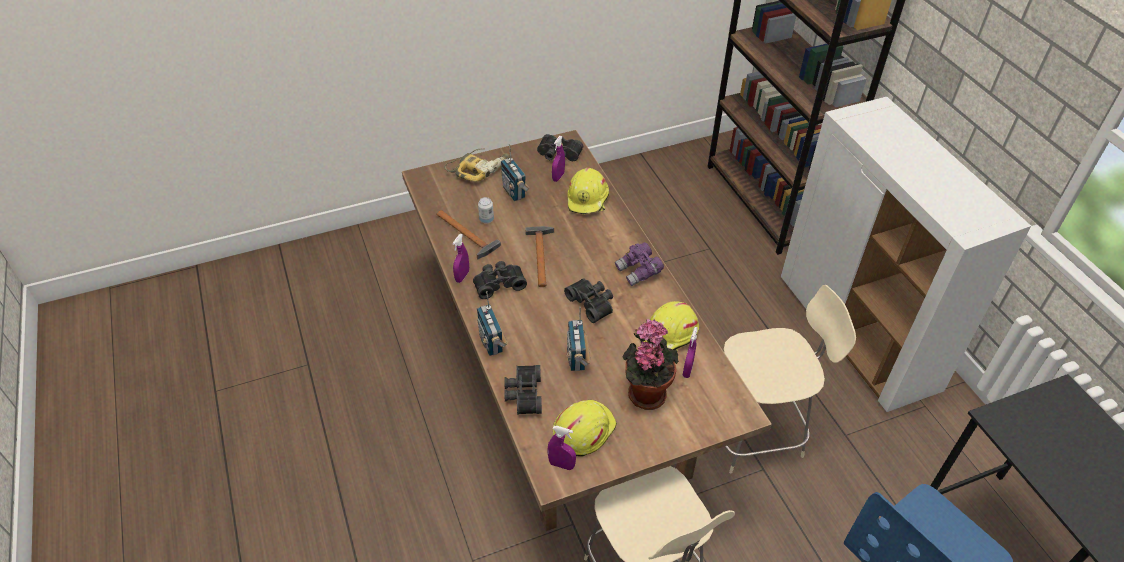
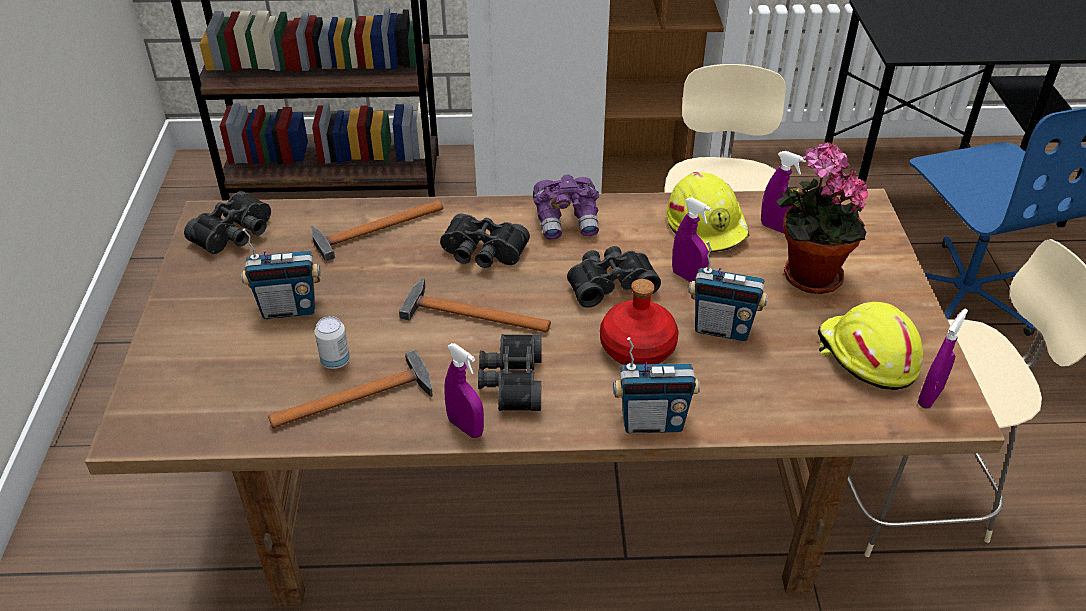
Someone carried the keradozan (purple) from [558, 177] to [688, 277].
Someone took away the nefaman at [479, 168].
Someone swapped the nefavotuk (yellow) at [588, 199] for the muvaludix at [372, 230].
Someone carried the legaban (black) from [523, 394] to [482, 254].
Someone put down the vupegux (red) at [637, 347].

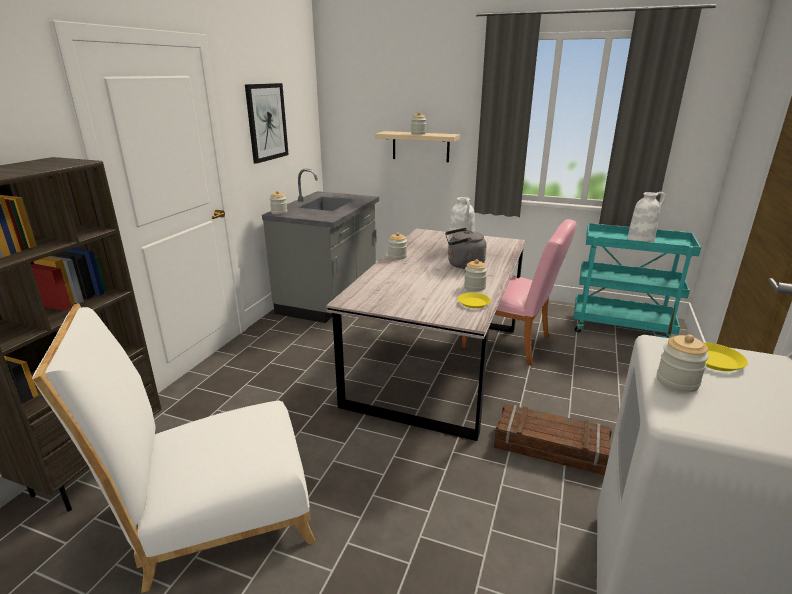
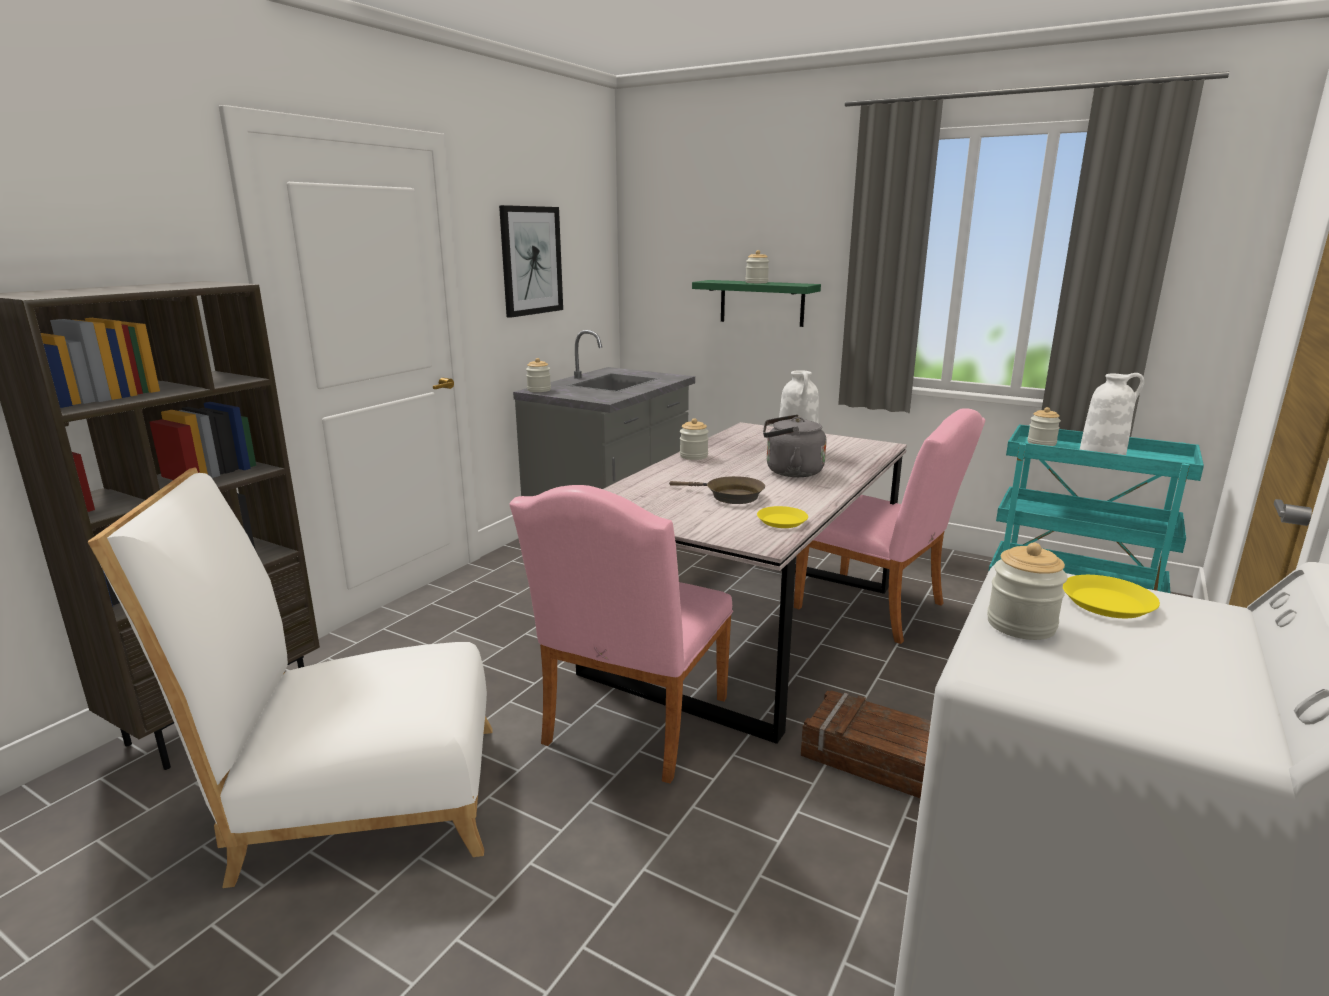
Someone repainted the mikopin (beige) at [420, 146], which became the mikopin (green) at [762, 303].
Someone carried the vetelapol from [474, 287] to [1041, 443].
Someone put down the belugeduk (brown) at [729, 496].
Someone put down the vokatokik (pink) at [631, 727].

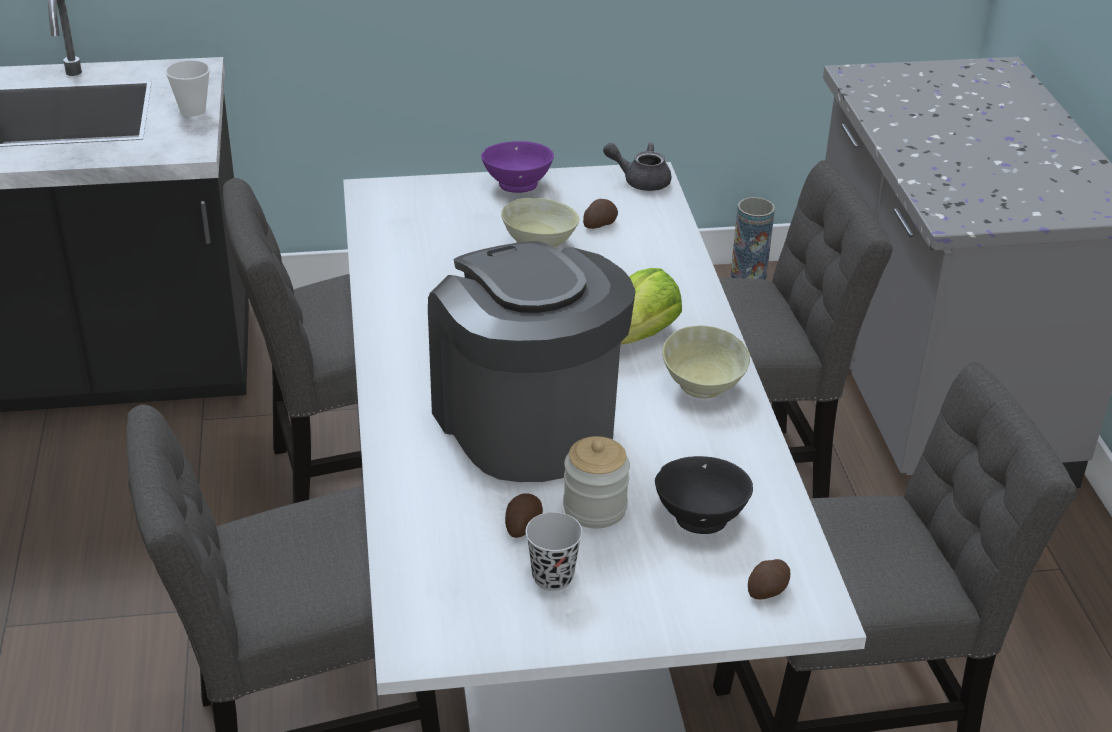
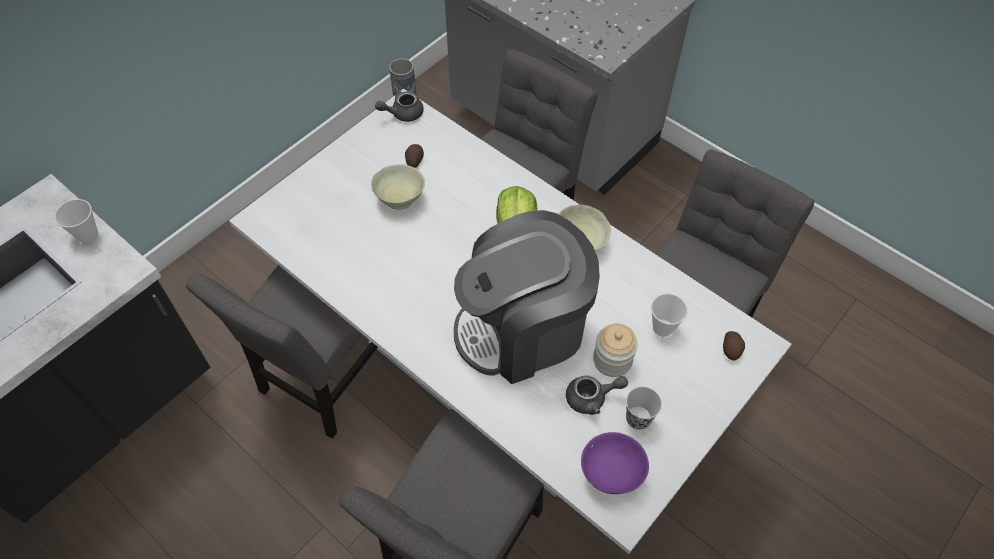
Someone carried the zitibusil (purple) from [518, 184] to [611, 472].
Someone rotated the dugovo at [525, 422] by 45 degrees counterclockwise.
Someone swapped the zitibusil (black) at [702, 517] for the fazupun at [663, 327].
Someone swapped the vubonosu at [522, 525] for the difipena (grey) at [592, 398].

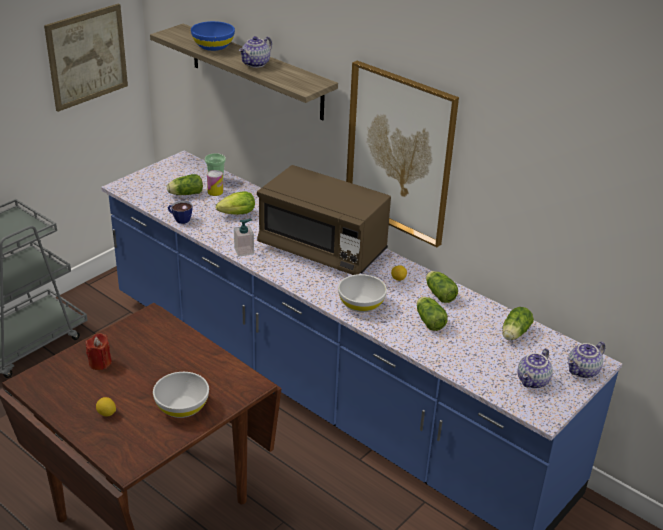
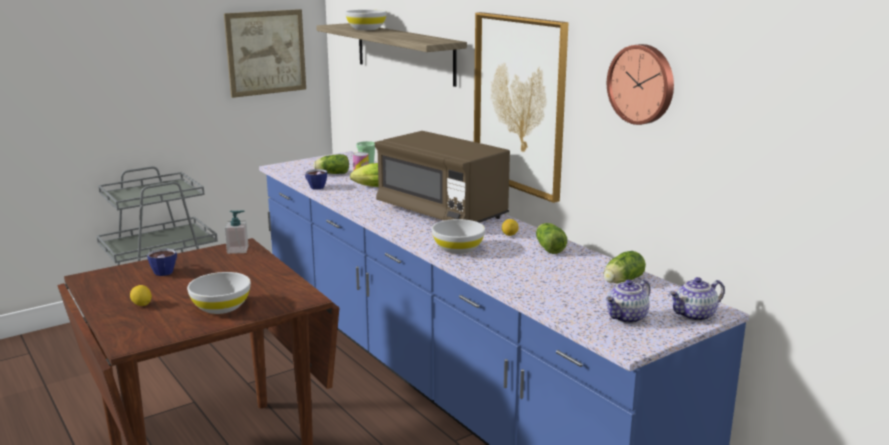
Someone repainted the zitibusil (blue) at [213, 46], which became the zitibusil (white) at [366, 29].
Someone took away the difipena at [256, 64].
Someone carried the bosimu from [244, 251] to [238, 250].
Someone took away the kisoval at [429, 320].
Someone swapped the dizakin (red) at [100, 363] for the fazupun at [166, 271].
Someone put up the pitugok at [642, 84].

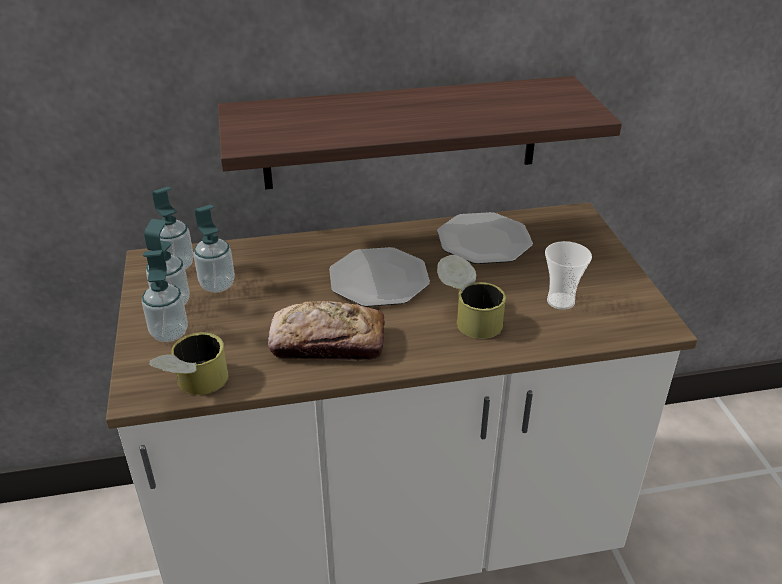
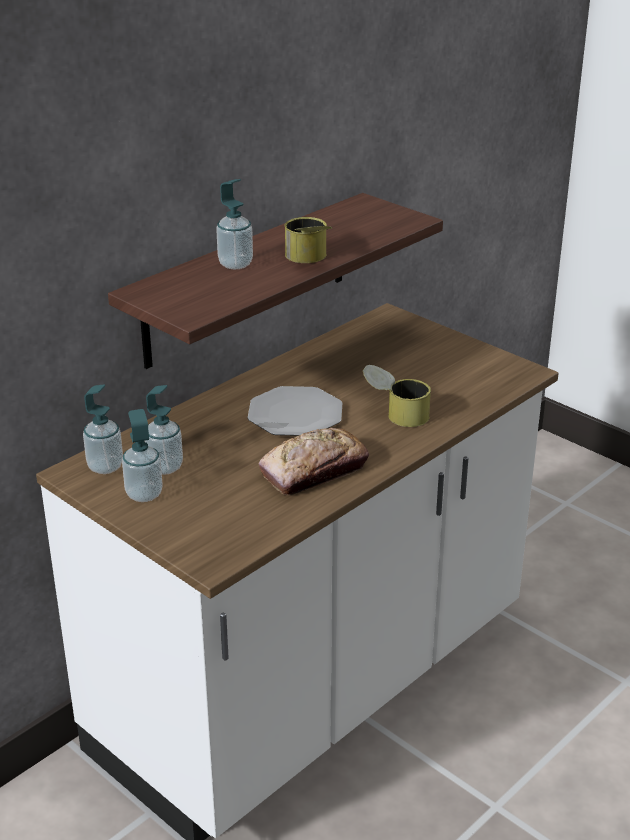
Someone took away the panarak at [484, 240].
Someone took away the fazupun at [560, 301].
Someone carried the bosimu from [169, 333] to [235, 264].
Someone carried the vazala from [194, 388] to [308, 260].

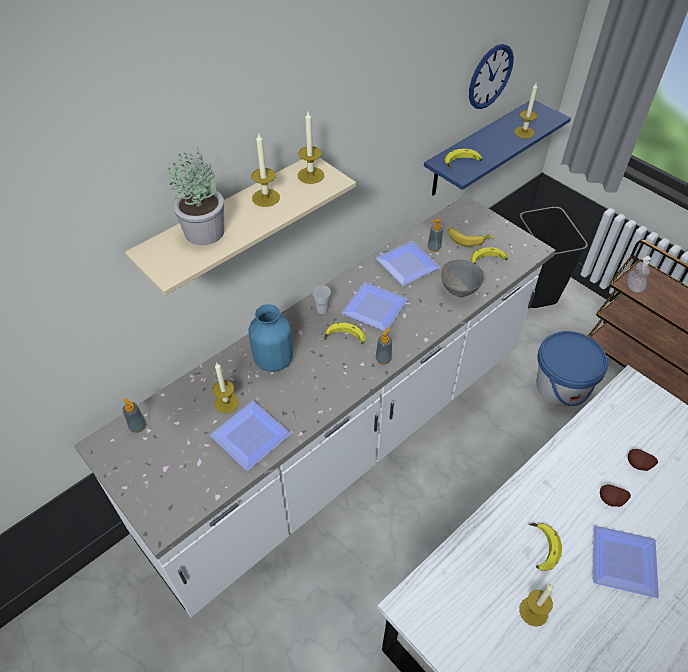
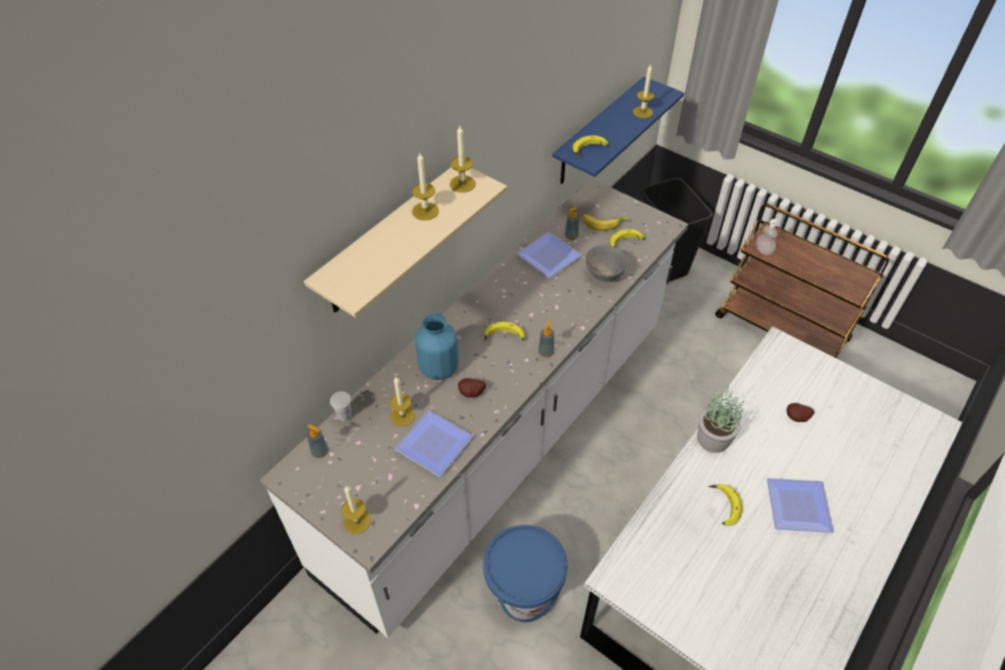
Someone took away the pitugok at [490, 76].
Someone carried the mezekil from [204, 231] to [712, 438].
Someone took away the panarak at [377, 308].
Someone carried the fazupun (white) from [322, 309] to [345, 416].
Someone carried the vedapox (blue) from [561, 386] to [524, 588].
Someone carried the vubonosu from [611, 501] to [471, 394].
Someone carried the dizakin from [533, 611] to [357, 521].

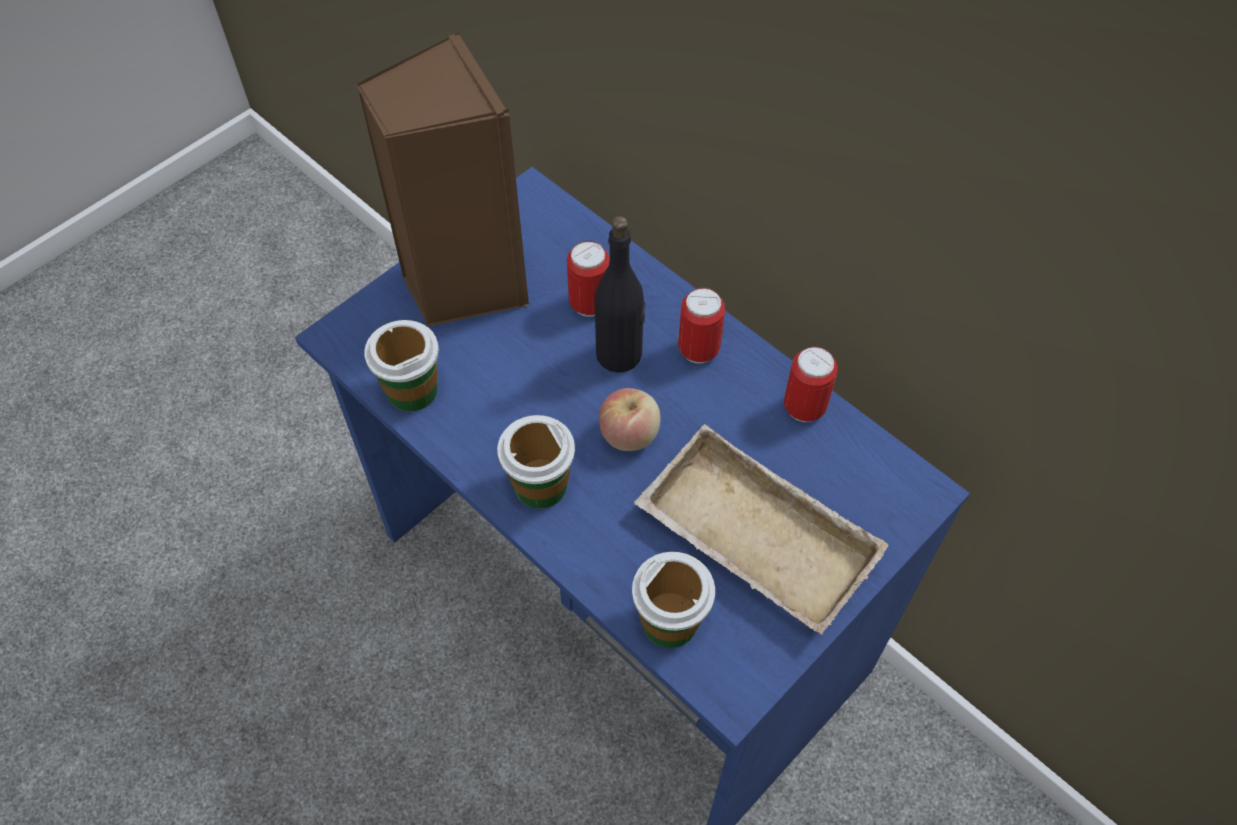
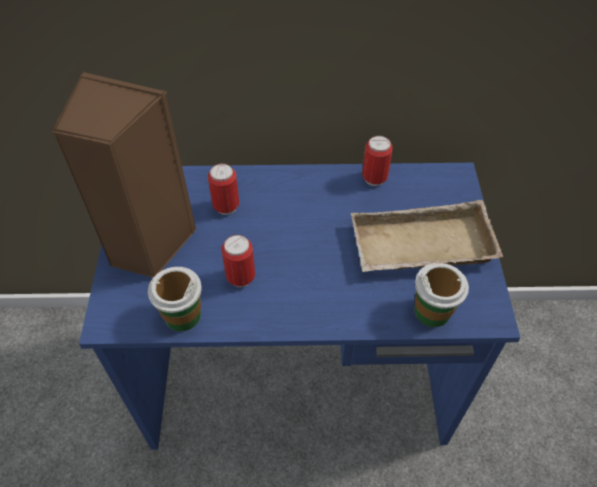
Someone took away the vupegux (black) at [619, 354].
Someone carried the vazala from [698, 350] to [241, 277].
Someone took away the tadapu at [629, 434].
Someone took away the fazupun at [540, 485].

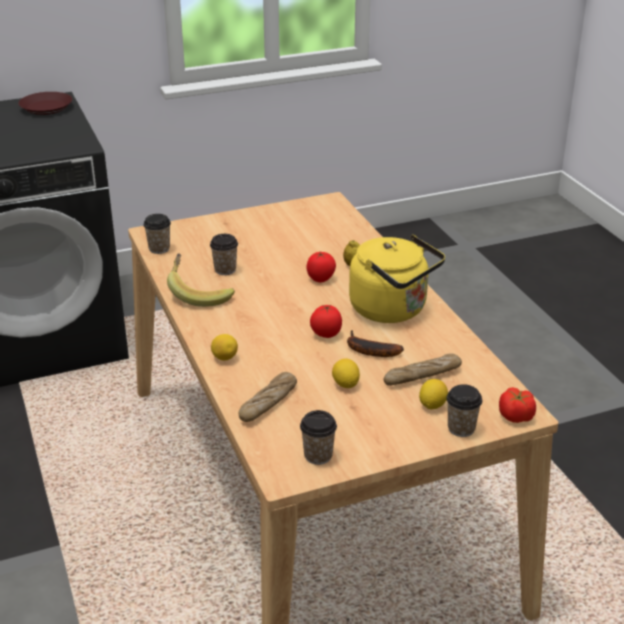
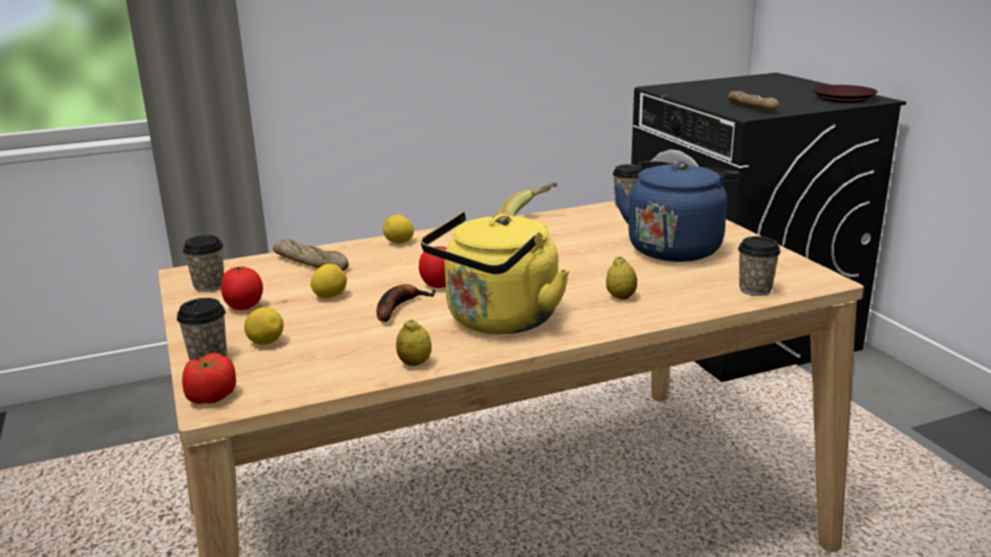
Someone carried the fazupun from [225, 270] to [755, 290].
Someone carried the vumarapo from [321, 279] to [244, 307].
Someone carried the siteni from [422, 376] to [752, 108].
Someone put down the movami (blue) at [676, 248].
Someone put down the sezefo at [415, 363].

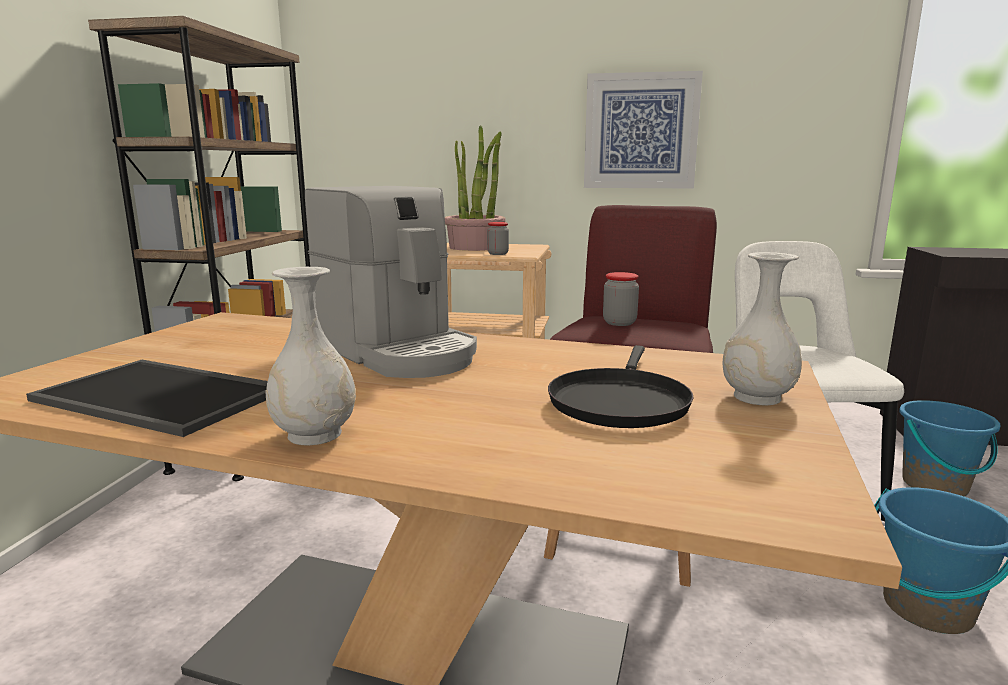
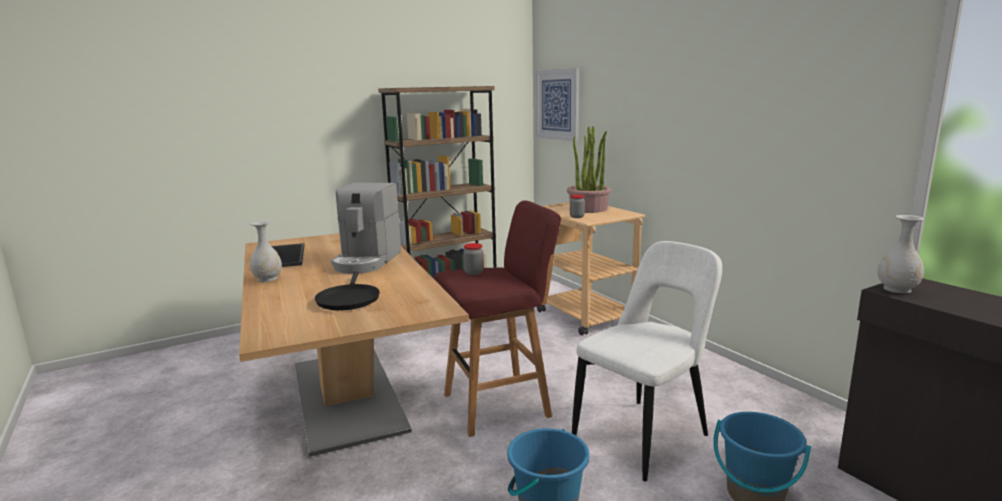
Someone carried the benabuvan from [640, 131] to [557, 104].
Someone carried the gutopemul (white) from [757, 397] to [897, 289].
Someone rotated the belugeduk (black) at [619, 402] by 75 degrees counterclockwise.

